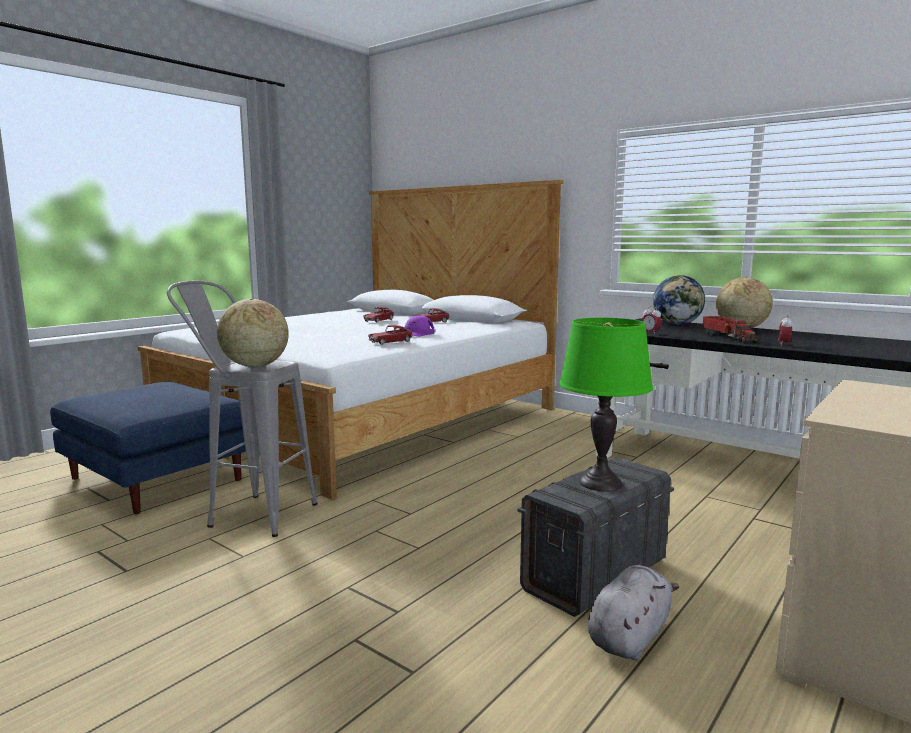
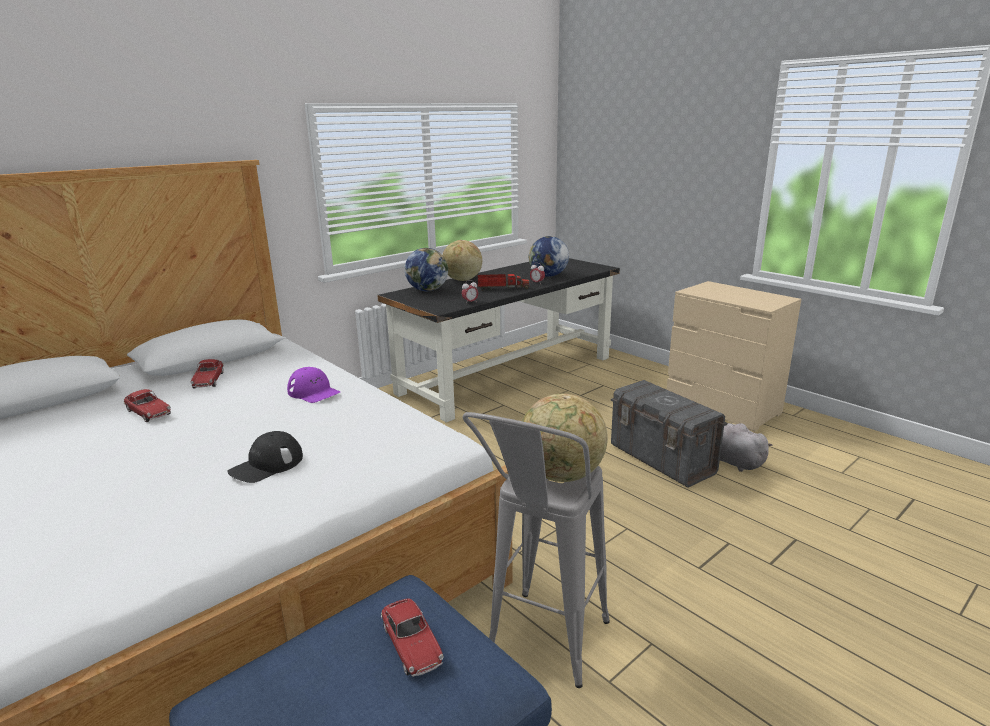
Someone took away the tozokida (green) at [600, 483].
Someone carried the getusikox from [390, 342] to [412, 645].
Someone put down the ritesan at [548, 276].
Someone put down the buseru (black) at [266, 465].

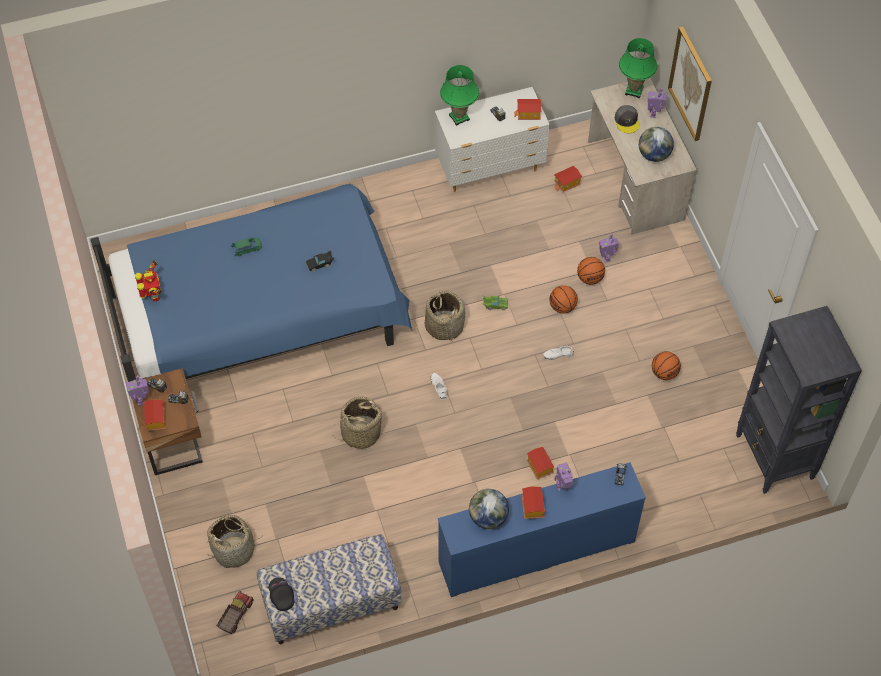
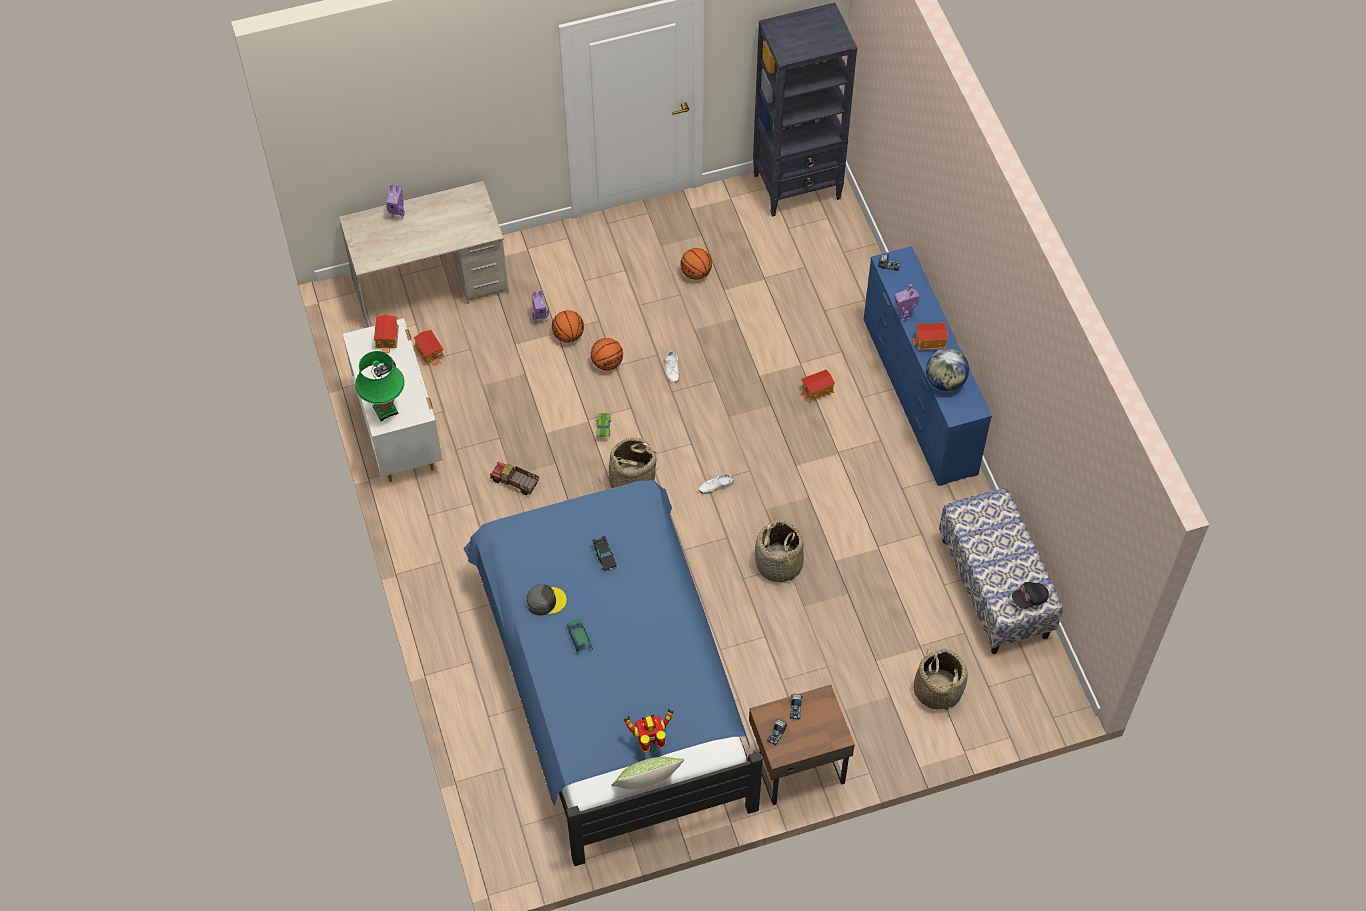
Someone took away the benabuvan at [691, 84].
Someone took away the tozokida (green) at [634, 91].
Someone carried the buseru (grey) from [627, 121] to [545, 601].
Someone took away the ritesan at [654, 155].
Someone took away the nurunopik at [141, 399].
Someone took away the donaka at [155, 420].
Someone carried the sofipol from [235, 616] to [515, 483].
Someone put down the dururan at [647, 784].

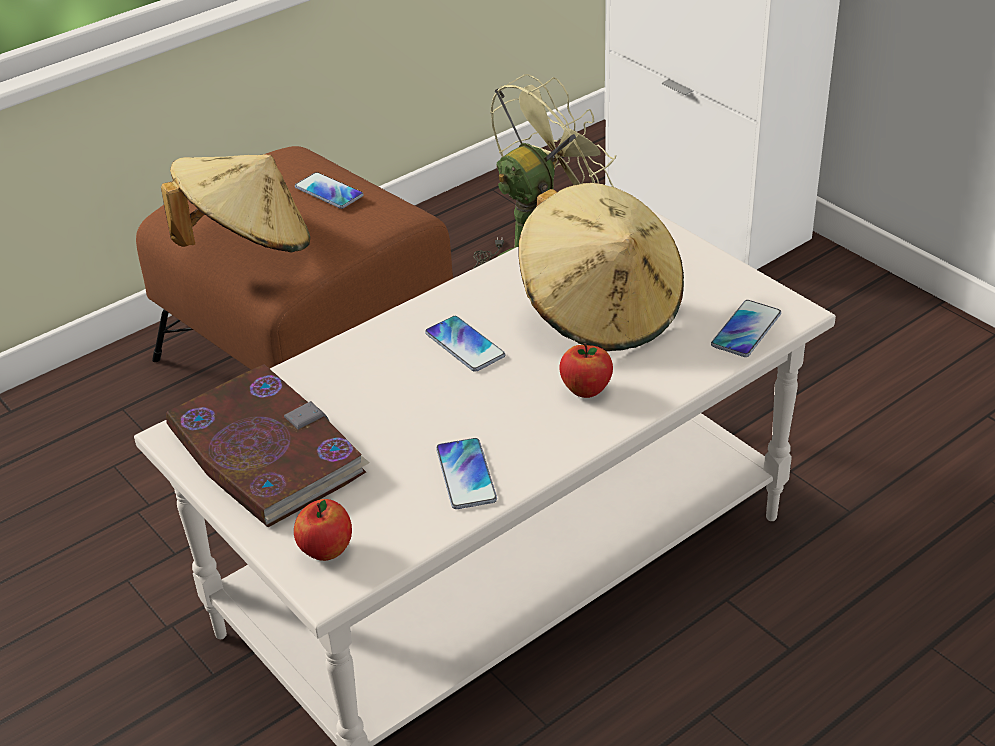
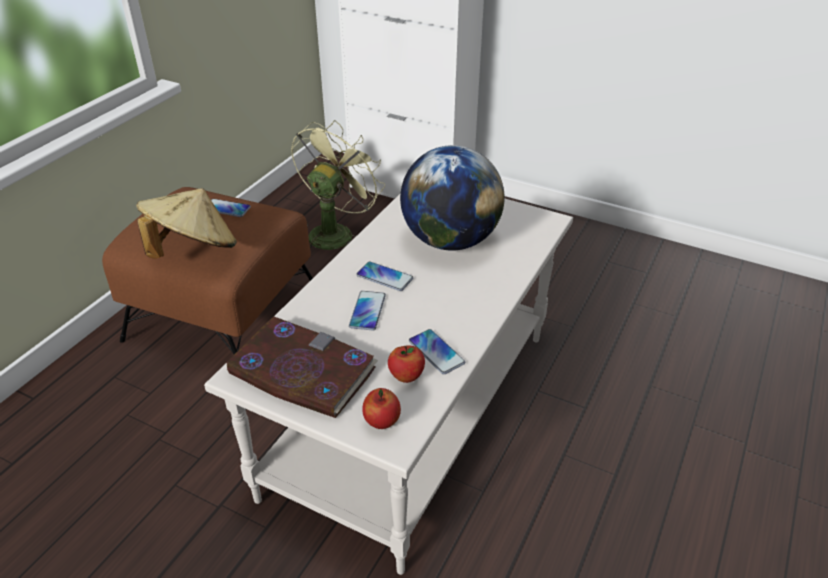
Someone swapped the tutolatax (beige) at [601, 311] for the ritesan at [450, 241].
Someone carried the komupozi from [746, 330] to [367, 311].
Someone carried the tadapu from [586, 390] to [406, 376].

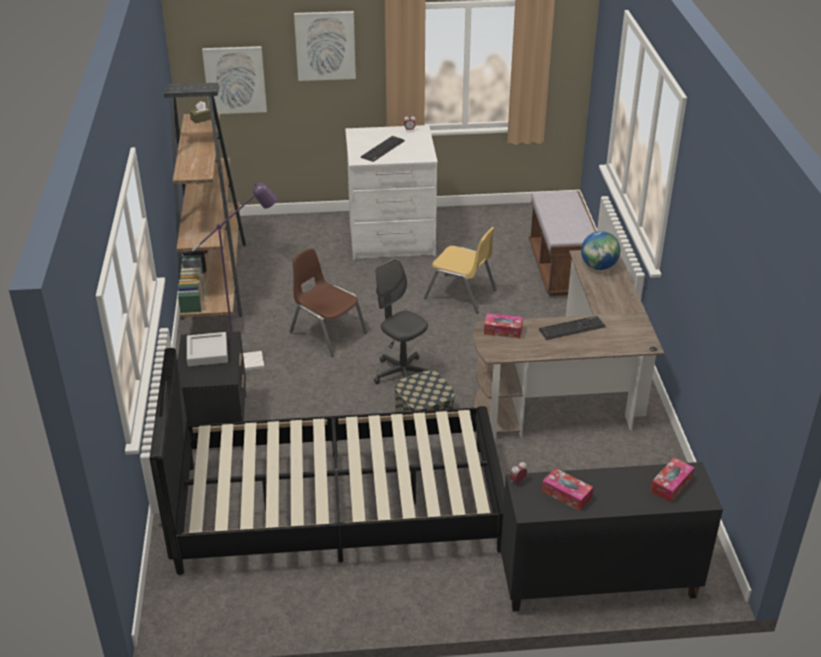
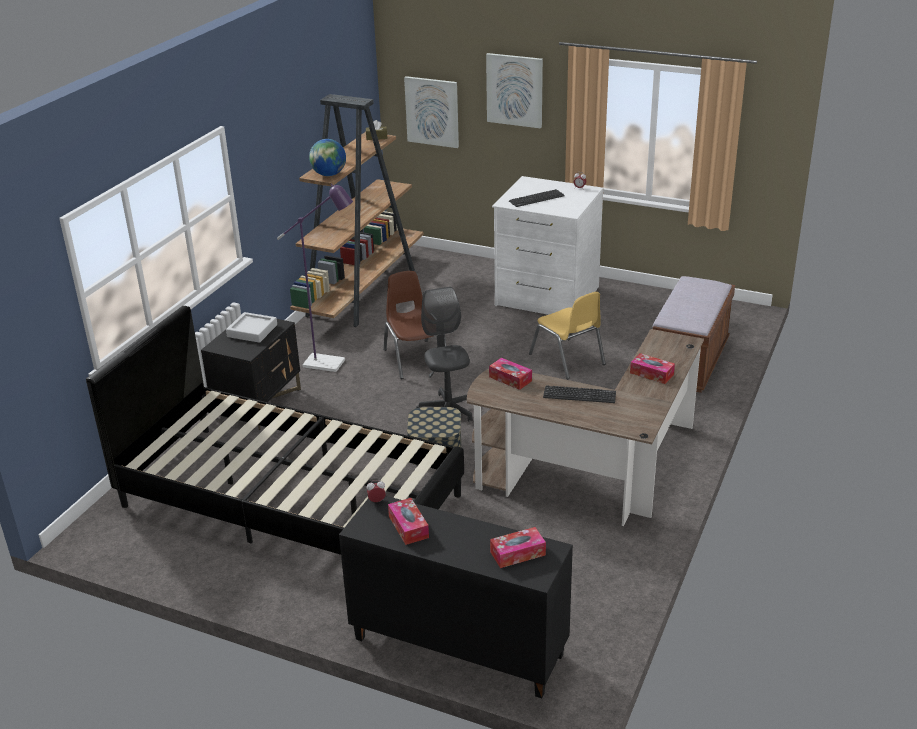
Someone carried the ritesan from [598, 266] to [329, 175].
Someone put down the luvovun at [651, 374].

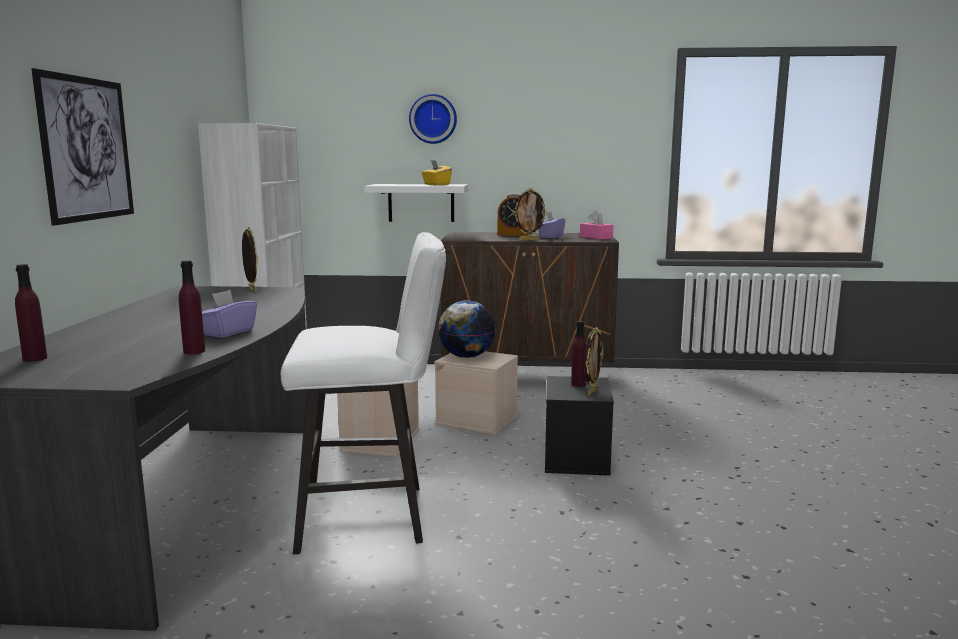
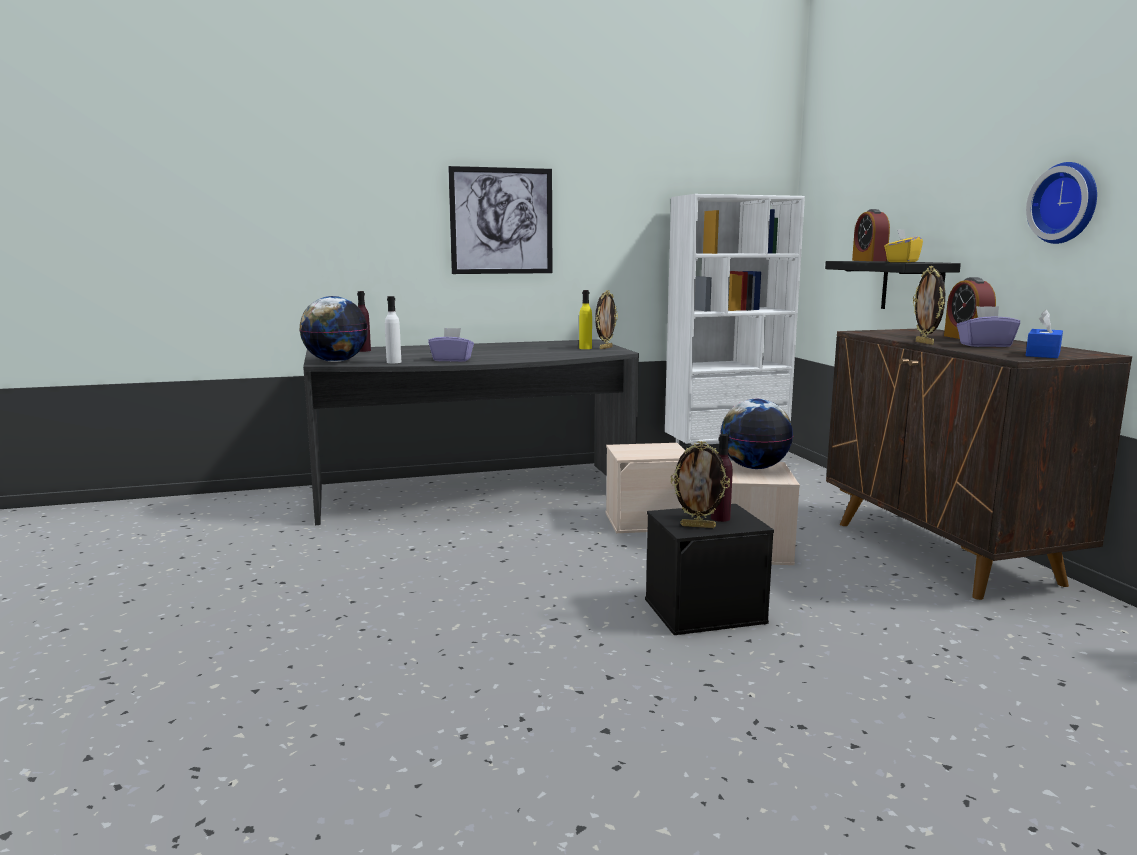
Someone carried the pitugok from [433, 119] to [1067, 203].
Someone repainted the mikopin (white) at [421, 203], which became the mikopin (black) at [912, 286].
Someone repainted the luvovun (pink) at [596, 237], which became the luvovun (blue) at [1043, 354].
Someone took away the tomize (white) at [373, 516].
Someone repainted the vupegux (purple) at [194, 351], which became the vupegux (white) at [394, 362].
Someone put down the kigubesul at [869, 260].
Someone put down the vupegux (yellow) at [585, 348].
Someone put down the ritesan at [335, 361].

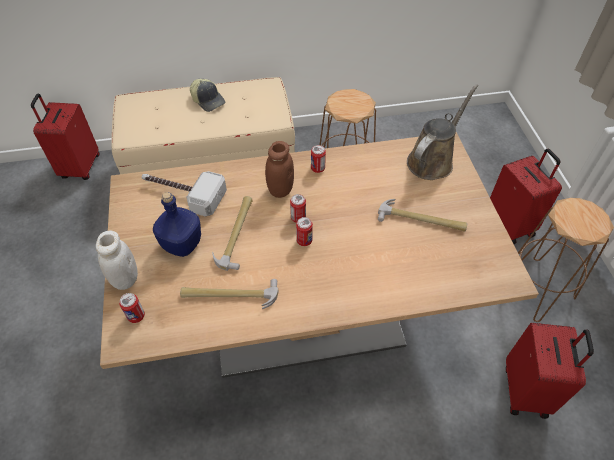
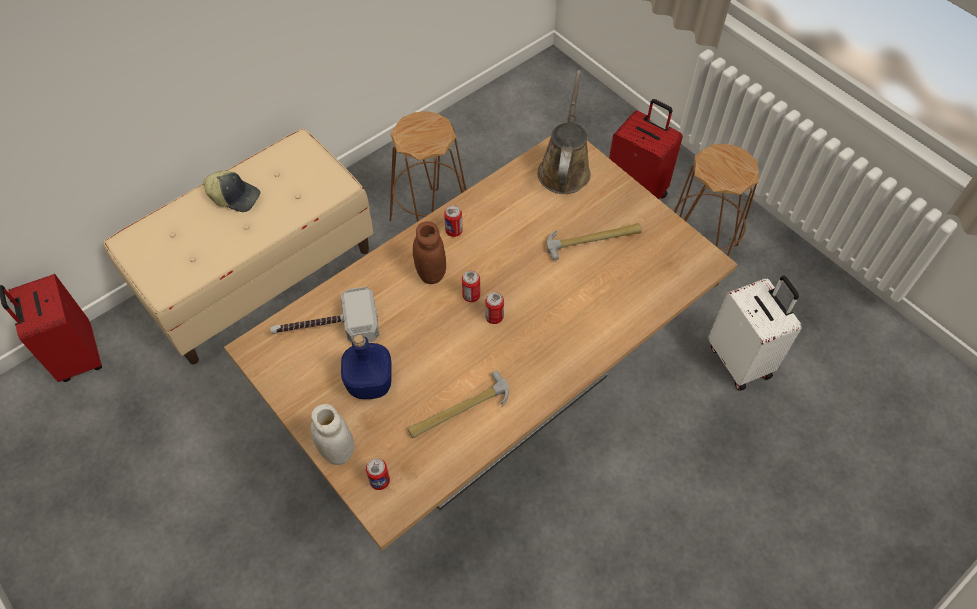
Someone took away the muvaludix at [236, 234].
Someone repainted the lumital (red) at [526, 390], which became the lumital (white) at [740, 360].

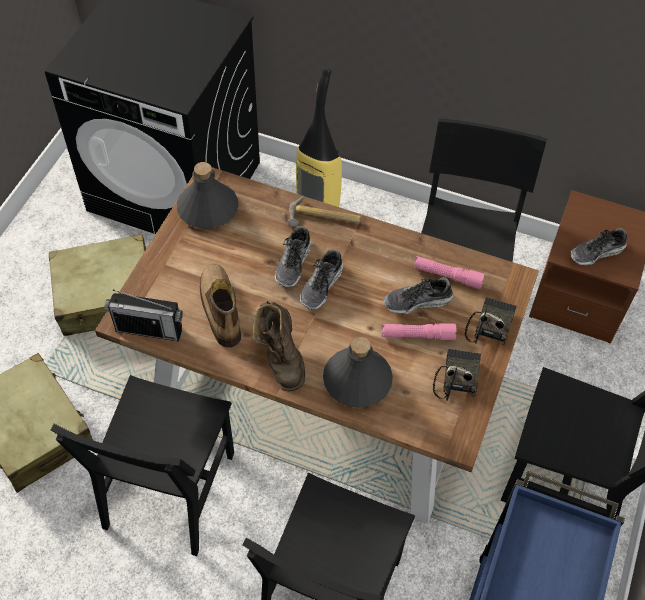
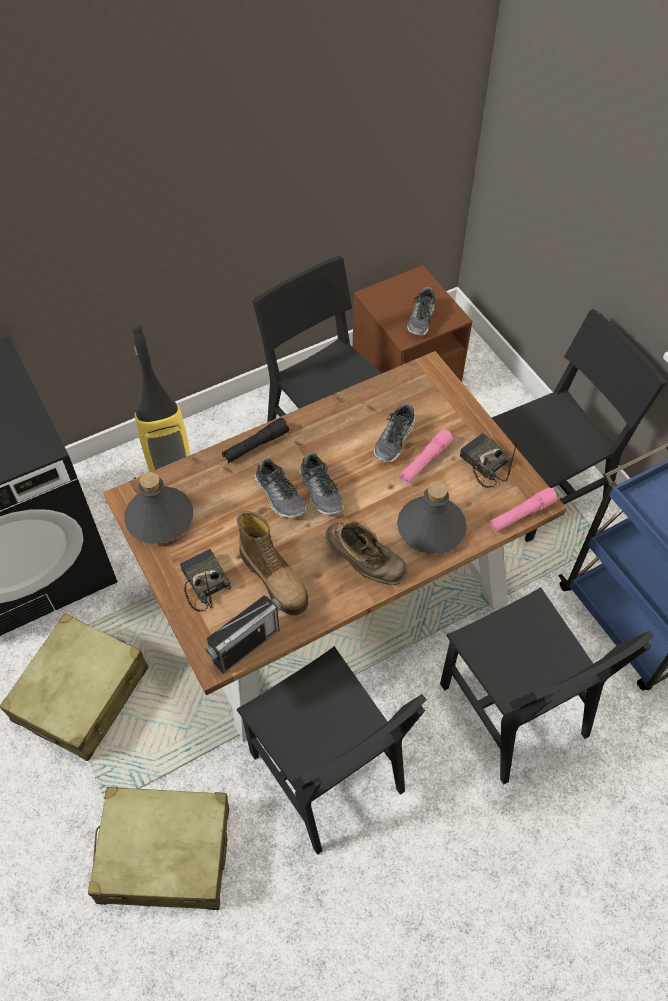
Someone swapped the muvaludix at [323, 219] for the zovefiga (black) at [255, 445].
Someone carried the zovefiga (pink) from [447, 276] to [521, 515].
Someone rotated the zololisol at [219, 309] by 150 degrees counterclockwise.
Someone carried the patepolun from [489, 325] to [203, 583].

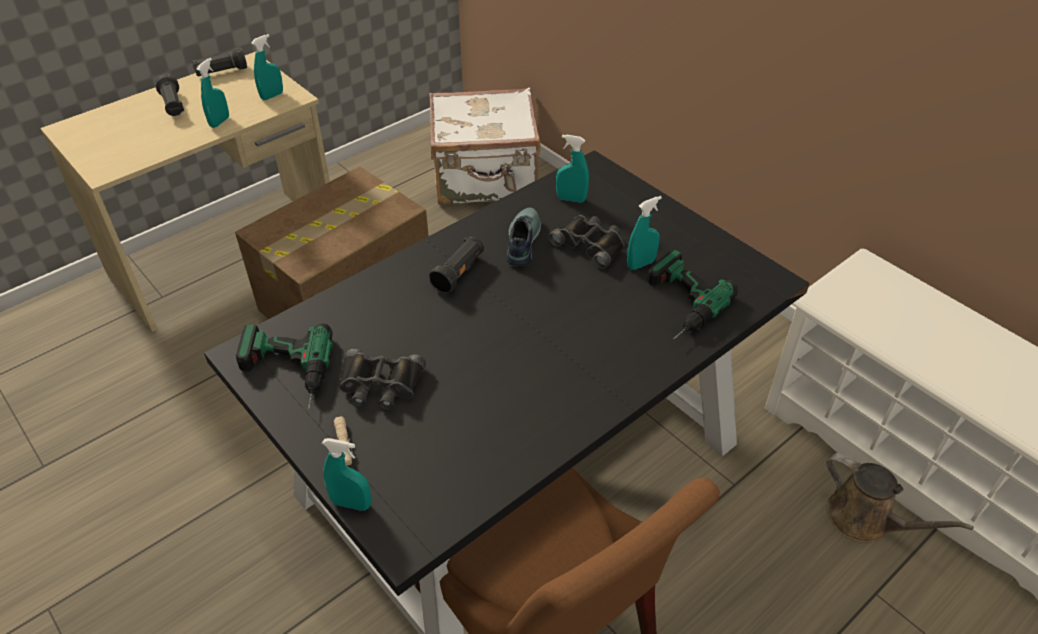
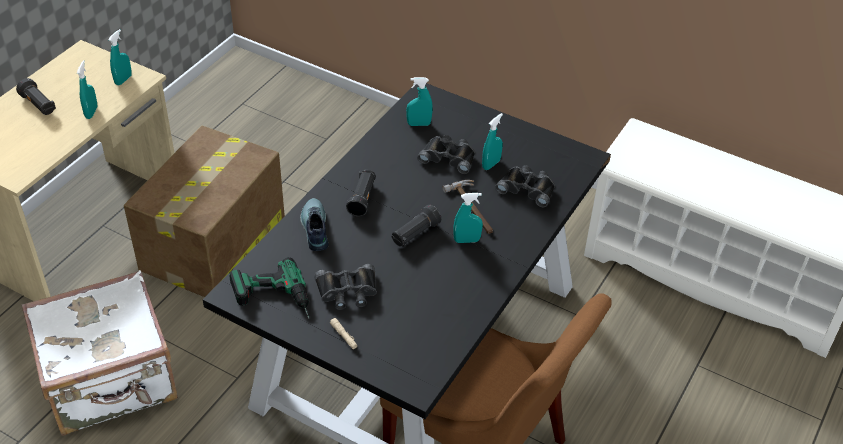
Someone carried the zovefiga (black) from [221, 72] to [415, 234].
Someone carried the lumital (white) from [486, 179] to [111, 381].
Someone carried the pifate from [521, 242] to [314, 229].
Someone swapped the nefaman at [676, 304] for the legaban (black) at [527, 188].
Someone carried the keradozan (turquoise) from [351, 503] to [466, 240].
Someone took away the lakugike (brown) at [865, 520].
Someone put down the muvaludix at [473, 209].

